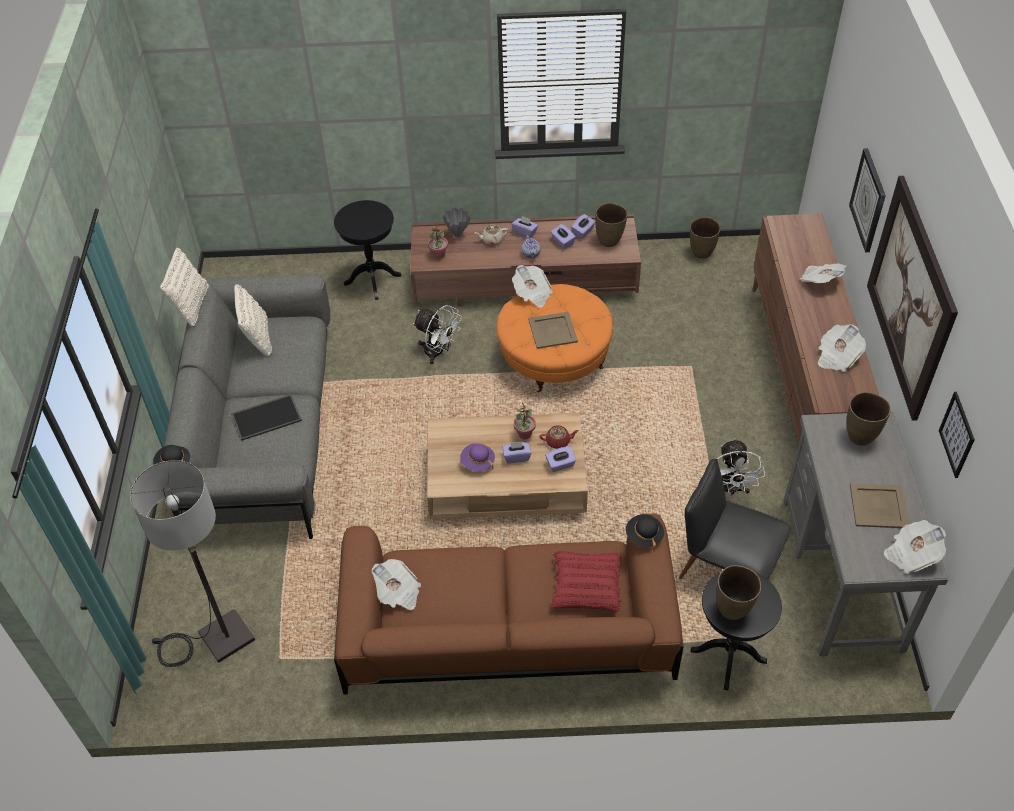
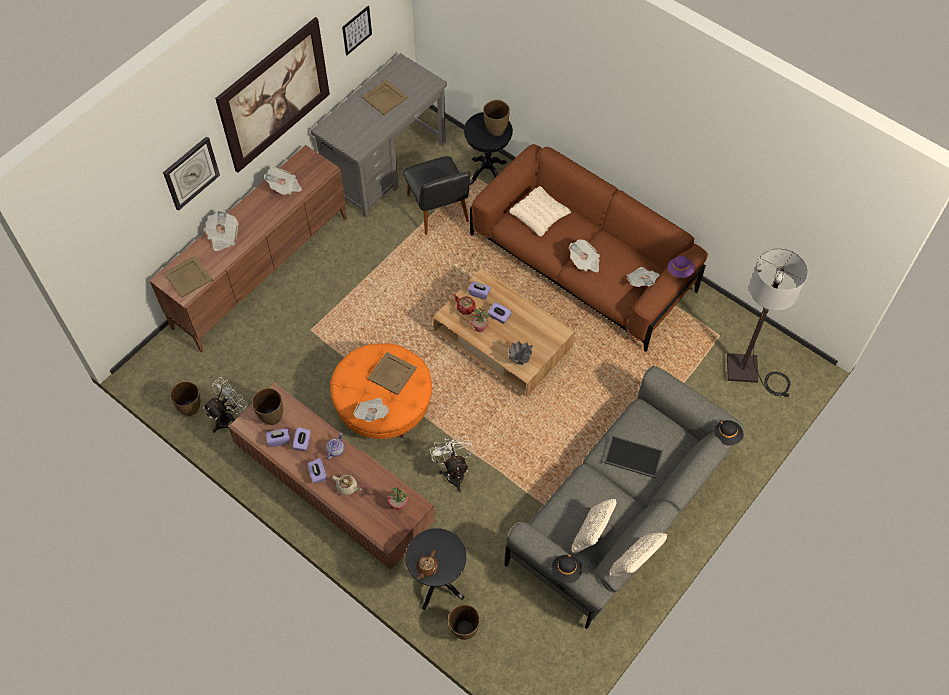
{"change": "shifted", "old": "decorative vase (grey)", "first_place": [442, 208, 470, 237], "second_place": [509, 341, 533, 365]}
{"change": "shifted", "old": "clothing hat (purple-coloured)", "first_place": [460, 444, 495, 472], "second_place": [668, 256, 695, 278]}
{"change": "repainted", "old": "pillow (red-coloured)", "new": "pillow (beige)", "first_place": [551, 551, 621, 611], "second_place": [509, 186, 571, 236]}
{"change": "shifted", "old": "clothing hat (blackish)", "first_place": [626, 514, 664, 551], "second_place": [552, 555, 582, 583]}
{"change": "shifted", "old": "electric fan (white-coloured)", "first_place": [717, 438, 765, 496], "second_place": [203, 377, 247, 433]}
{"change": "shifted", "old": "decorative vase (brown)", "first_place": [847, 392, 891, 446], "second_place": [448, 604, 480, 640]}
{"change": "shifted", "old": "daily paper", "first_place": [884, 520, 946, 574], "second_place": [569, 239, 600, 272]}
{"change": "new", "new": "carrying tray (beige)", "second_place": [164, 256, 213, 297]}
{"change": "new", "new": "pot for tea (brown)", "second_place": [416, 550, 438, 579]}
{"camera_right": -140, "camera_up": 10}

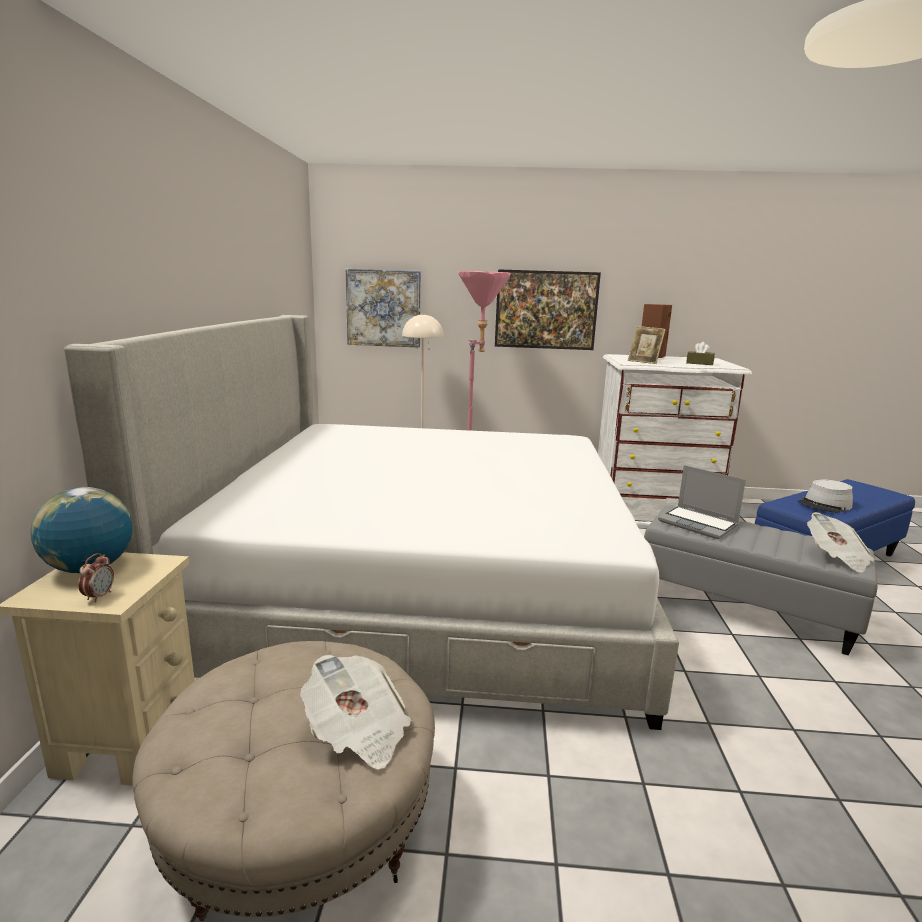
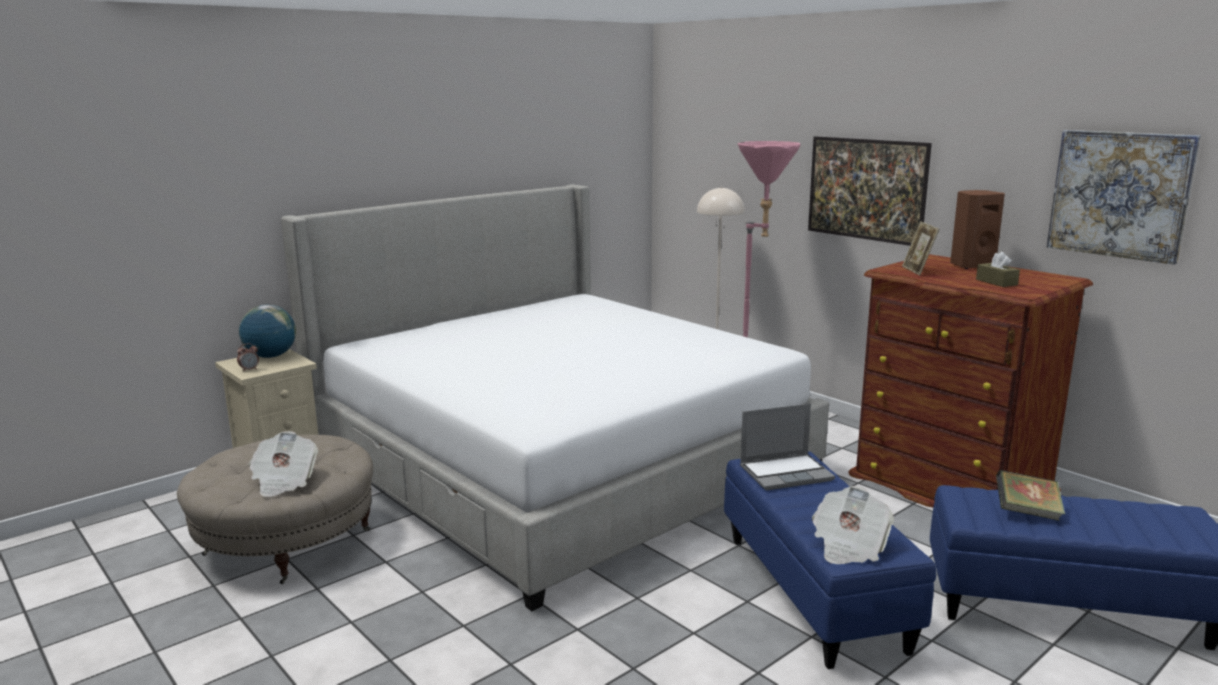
{"change": "shifted", "old": "wall picture", "first_place": [346, 269, 421, 347], "second_place": [1047, 130, 1201, 265]}
{"change": "repainted", "old": "drawer chest (white-coloured)", "new": "drawer chest (brown)", "first_place": [598, 354, 752, 526], "second_place": [848, 254, 1093, 507]}
{"change": "repainted", "old": "ottoman (grey)", "new": "ottoman (bluish)", "first_place": [644, 506, 878, 655], "second_place": [724, 452, 936, 669]}
{"change": "rotated", "old": "portable computer", "first_place": [658, 465, 746, 539], "second_place": [740, 403, 835, 491], "degrees": -105}
{"change": "swapped", "old": "clothing hat (grey)", "new": "book", "first_place": [798, 479, 853, 513], "second_place": [996, 470, 1065, 521]}
{"camera_right": 45, "camera_up": 0}

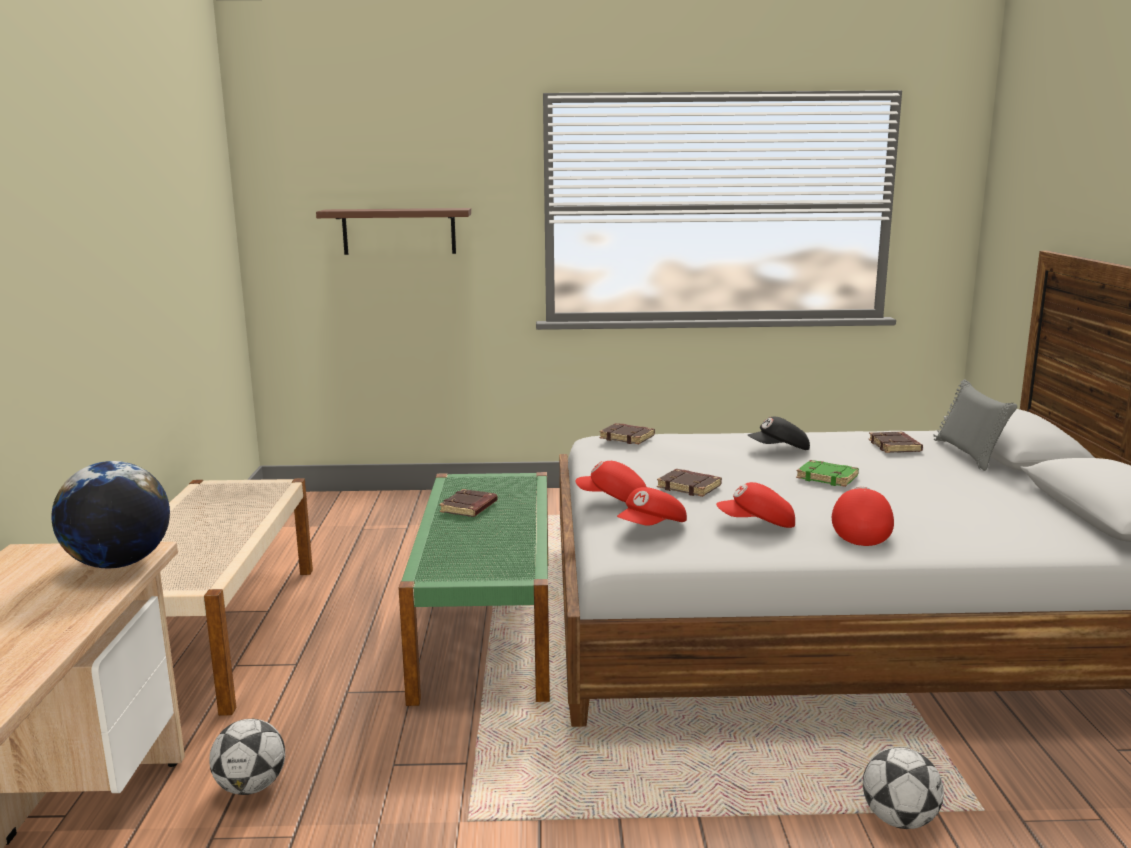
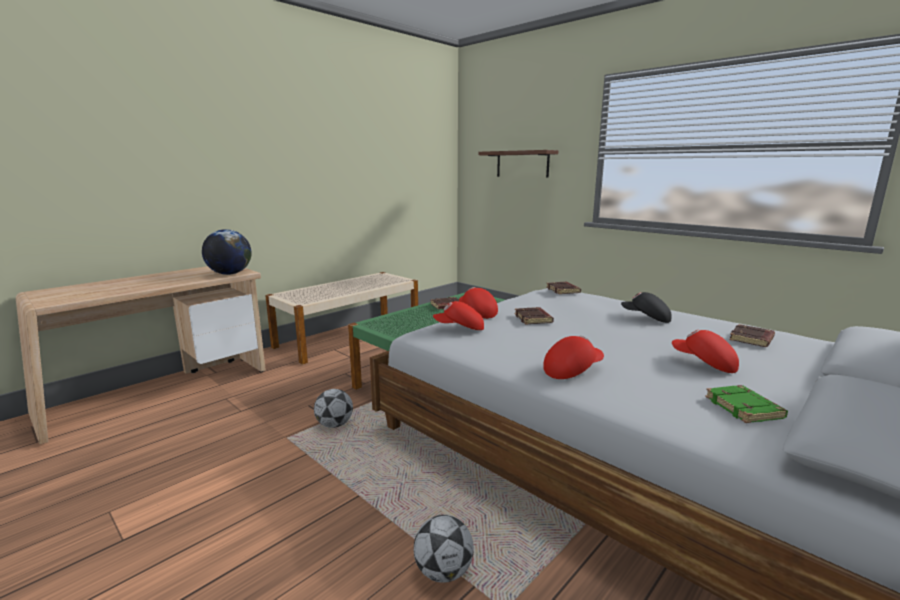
{"change": "shifted", "old": "football", "first_place": [209, 719, 285, 795], "second_place": [314, 389, 353, 428]}
{"change": "shifted", "old": "baseball cap (red-coloured)", "first_place": [716, 482, 795, 528], "second_place": [672, 330, 739, 373]}
{"change": "shifted", "old": "book (green-coloured)", "first_place": [796, 460, 859, 487], "second_place": [705, 385, 788, 423]}
{"change": "gone", "old": "pillow (grey)", "first_place": [933, 379, 1017, 471]}
{"camera_right": 45, "camera_up": 0}

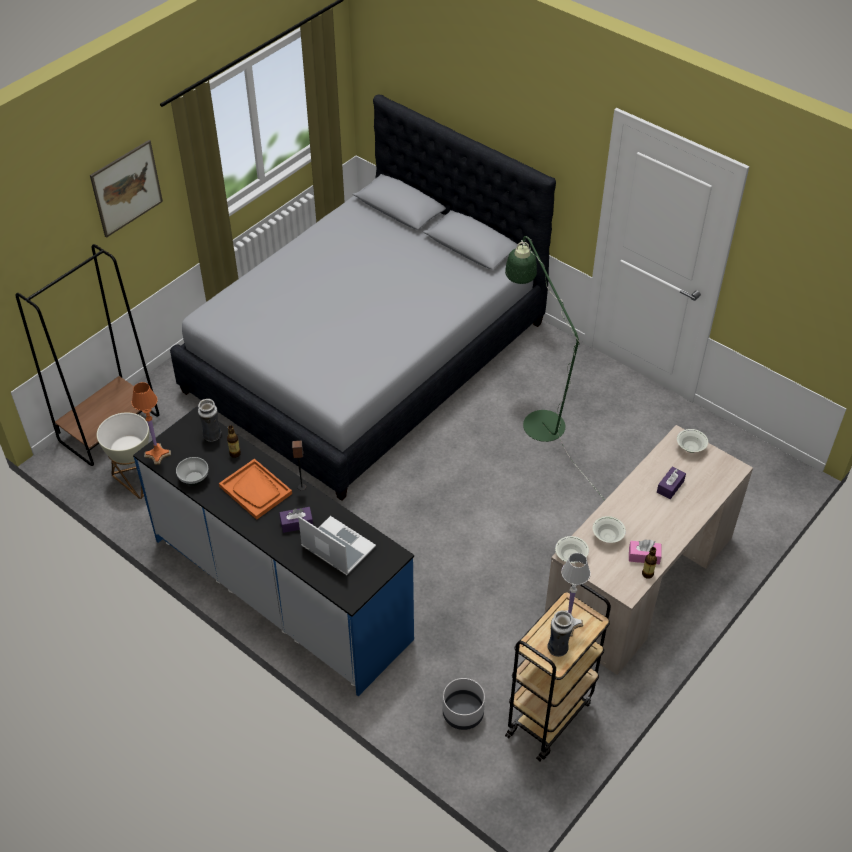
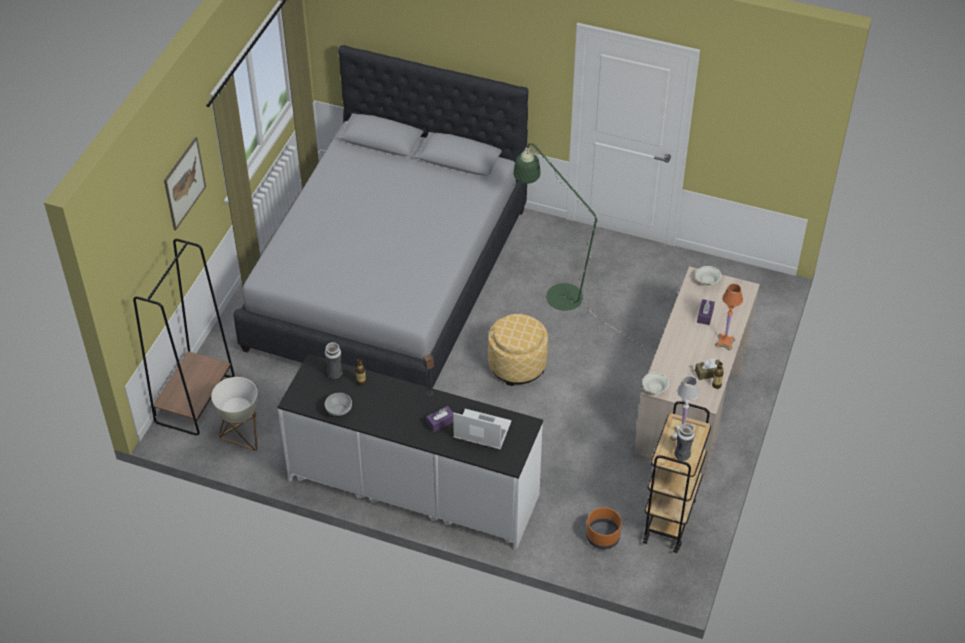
{"change": "shifted", "old": "table lamp (orange-coloured)", "first_place": [132, 382, 171, 465], "second_place": [715, 284, 743, 350]}
{"change": "repainted", "old": "drawer chest (bluish)", "new": "drawer chest (white-coloured)", "first_place": [133, 407, 414, 696], "second_place": [277, 354, 543, 550]}
{"change": "gone", "old": "carrying tray (orange-coloured)", "first_place": [219, 459, 292, 520]}
{"change": "repainted", "old": "flower pot (grey)", "new": "flower pot (orange-coloured)", "first_place": [443, 678, 485, 730], "second_place": [586, 507, 622, 549]}
{"change": "gone", "old": "bowl (white-coloured)", "first_place": [593, 516, 626, 543]}
{"change": "repainted", "old": "tissue box (pink-coloured)", "new": "tissue box (brown)", "first_place": [629, 539, 662, 564], "second_place": [695, 358, 723, 380]}
{"change": "new", "new": "ottoman", "second_place": [488, 314, 548, 386]}
{"camera_right": -20, "camera_up": 0}

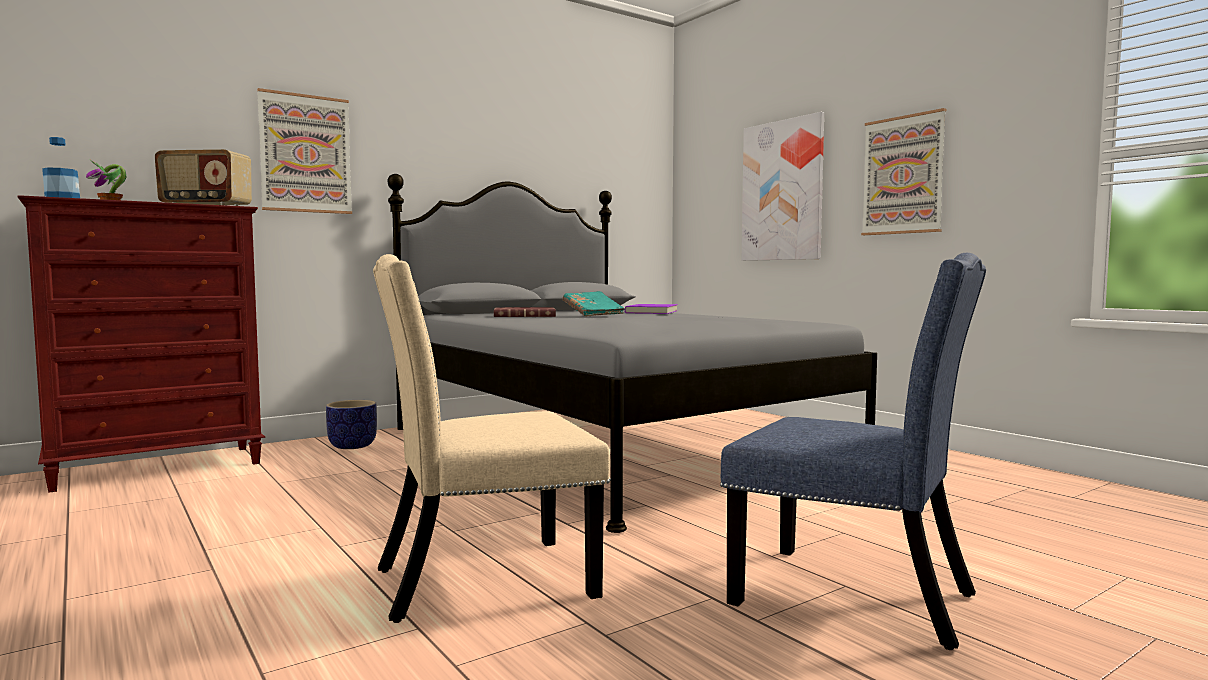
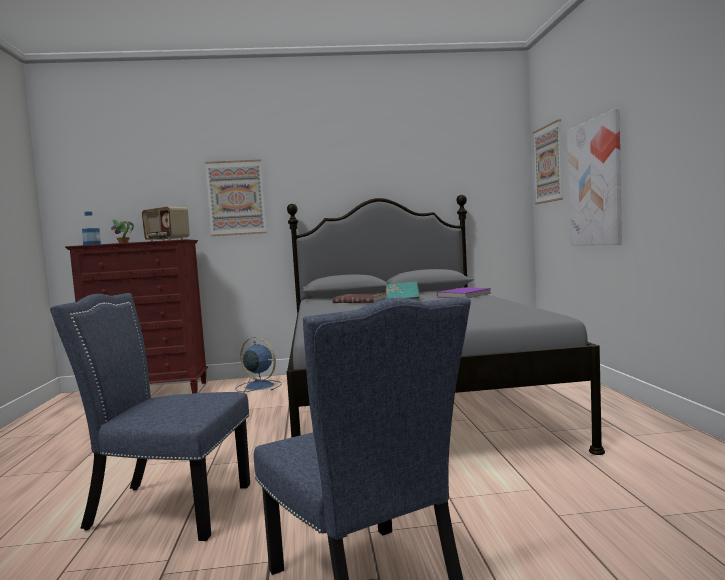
{"change": "swapped", "old": "flower pot", "new": "electric fan (bluish)", "first_place": [326, 400, 377, 449], "second_place": [236, 337, 282, 392]}
{"change": "repainted", "old": "chair (beige)", "new": "chair (bluish)", "first_place": [373, 254, 611, 623], "second_place": [50, 293, 250, 541]}
{"change": "shifted", "old": "wall picture", "first_place": [861, 108, 946, 235], "second_place": [533, 119, 563, 204]}
{"camera_right": 30, "camera_up": 0}

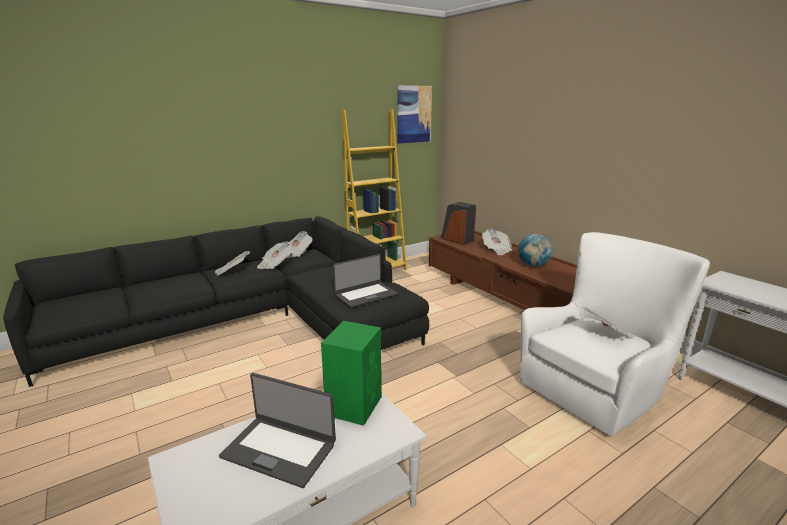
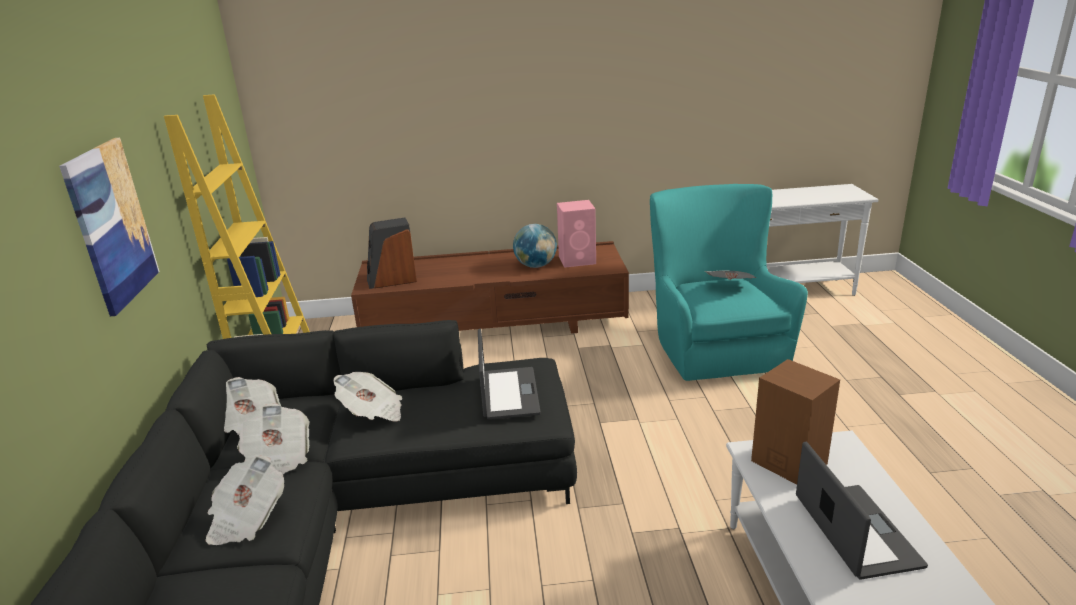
{"change": "rotated", "old": "portable computer", "first_place": [219, 373, 336, 488], "second_place": [796, 442, 928, 580], "degrees": -60}
{"change": "repainted", "old": "audio speaker (green-coloured)", "new": "audio speaker (brown)", "first_place": [321, 321, 382, 426], "second_place": [751, 359, 840, 484]}
{"change": "shifted", "old": "wall picture", "first_place": [397, 85, 432, 144], "second_place": [59, 138, 160, 316]}
{"change": "shifted", "old": "daily paper", "first_place": [482, 229, 512, 255], "second_place": [333, 372, 402, 422]}
{"change": "repainted", "old": "lounge chair (white-coloured)", "new": "lounge chair (turquoise-coloured)", "first_place": [520, 232, 710, 436], "second_place": [650, 184, 808, 381]}
{"change": "new", "new": "audio speaker (pink-coloured)", "second_place": [557, 200, 596, 268]}
{"camera_right": -60, "camera_up": 5}

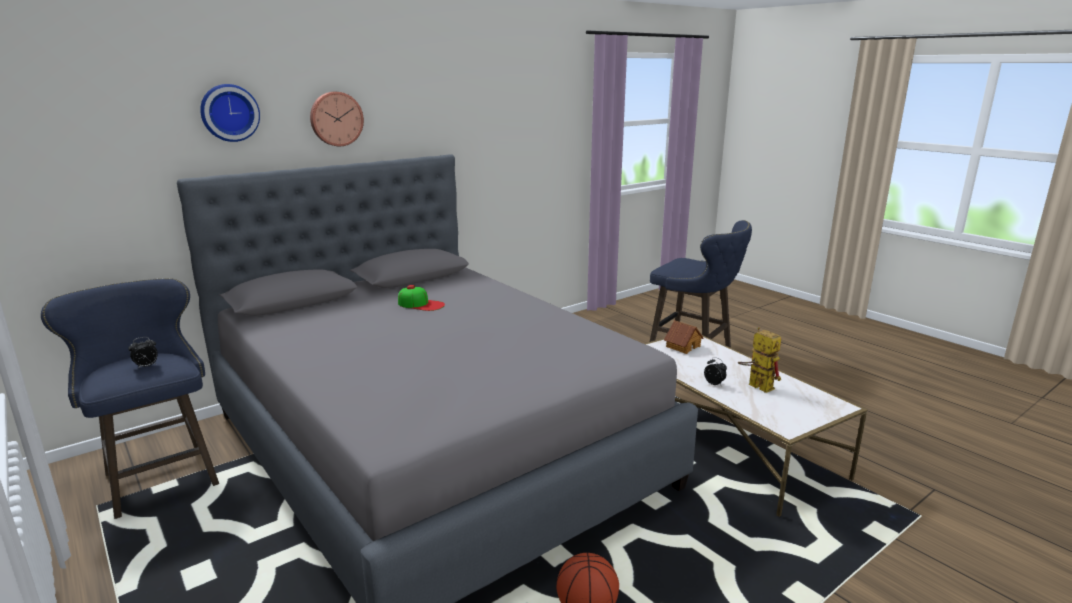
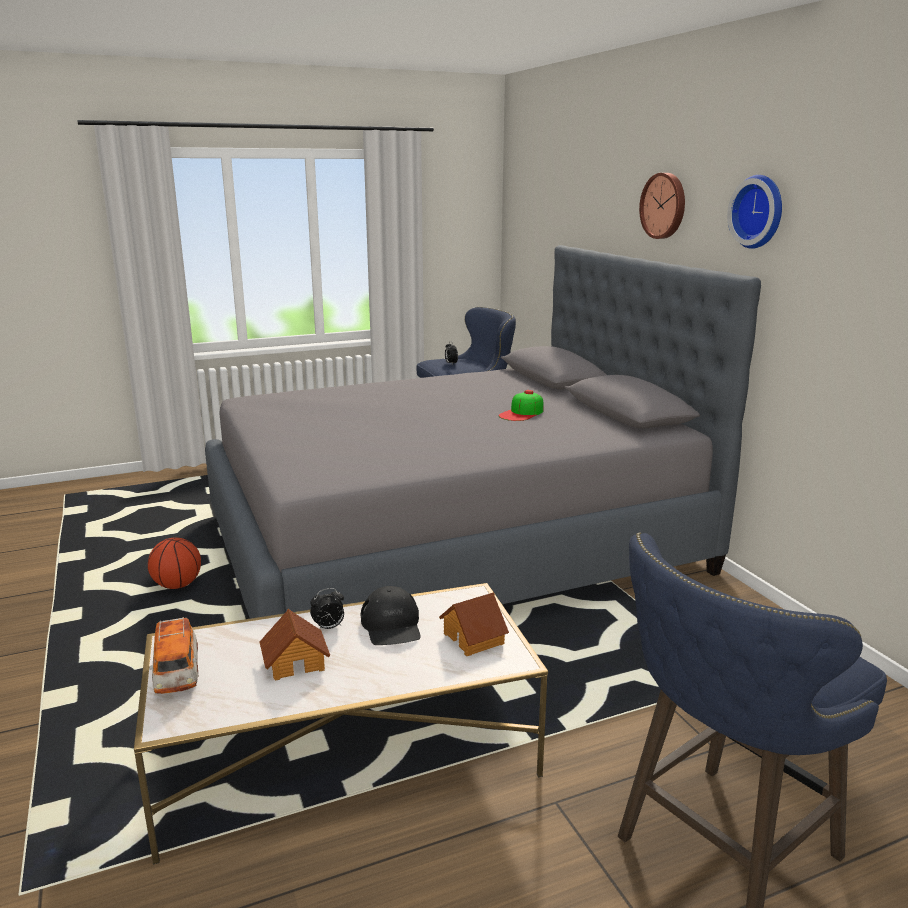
{"change": "shifted", "old": "wall clock", "first_place": [200, 84, 260, 142], "second_place": [727, 175, 782, 249]}
{"change": "swapped", "old": "robot figure", "new": "miniature house", "first_place": [738, 327, 781, 393], "second_place": [260, 609, 330, 681]}
{"change": "new", "new": "miniature car", "second_place": [149, 617, 198, 694]}
{"change": "new", "new": "baseball cap (blackish)", "second_place": [361, 586, 421, 645]}
{"camera_right": 105, "camera_up": 0}

